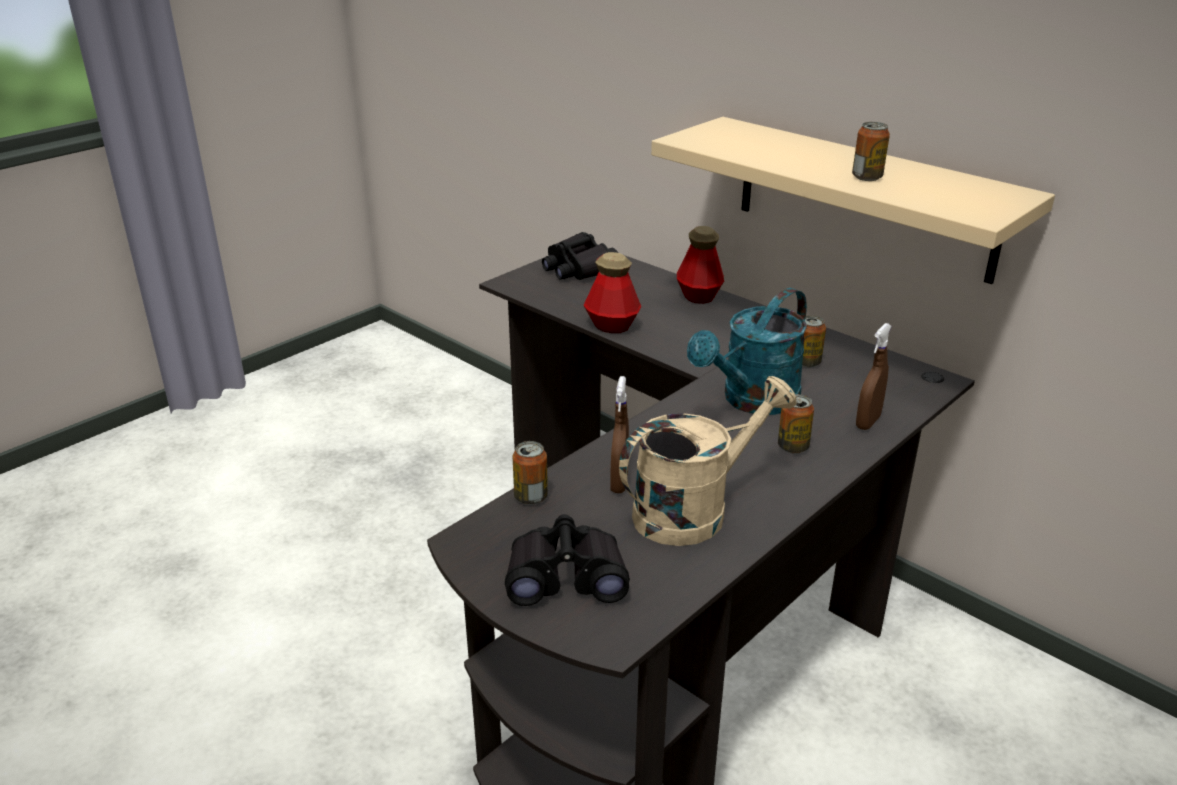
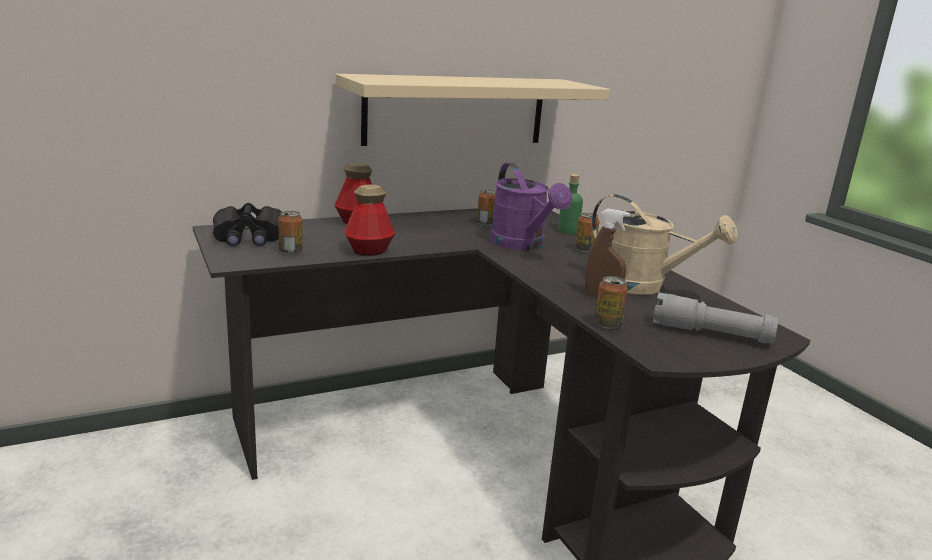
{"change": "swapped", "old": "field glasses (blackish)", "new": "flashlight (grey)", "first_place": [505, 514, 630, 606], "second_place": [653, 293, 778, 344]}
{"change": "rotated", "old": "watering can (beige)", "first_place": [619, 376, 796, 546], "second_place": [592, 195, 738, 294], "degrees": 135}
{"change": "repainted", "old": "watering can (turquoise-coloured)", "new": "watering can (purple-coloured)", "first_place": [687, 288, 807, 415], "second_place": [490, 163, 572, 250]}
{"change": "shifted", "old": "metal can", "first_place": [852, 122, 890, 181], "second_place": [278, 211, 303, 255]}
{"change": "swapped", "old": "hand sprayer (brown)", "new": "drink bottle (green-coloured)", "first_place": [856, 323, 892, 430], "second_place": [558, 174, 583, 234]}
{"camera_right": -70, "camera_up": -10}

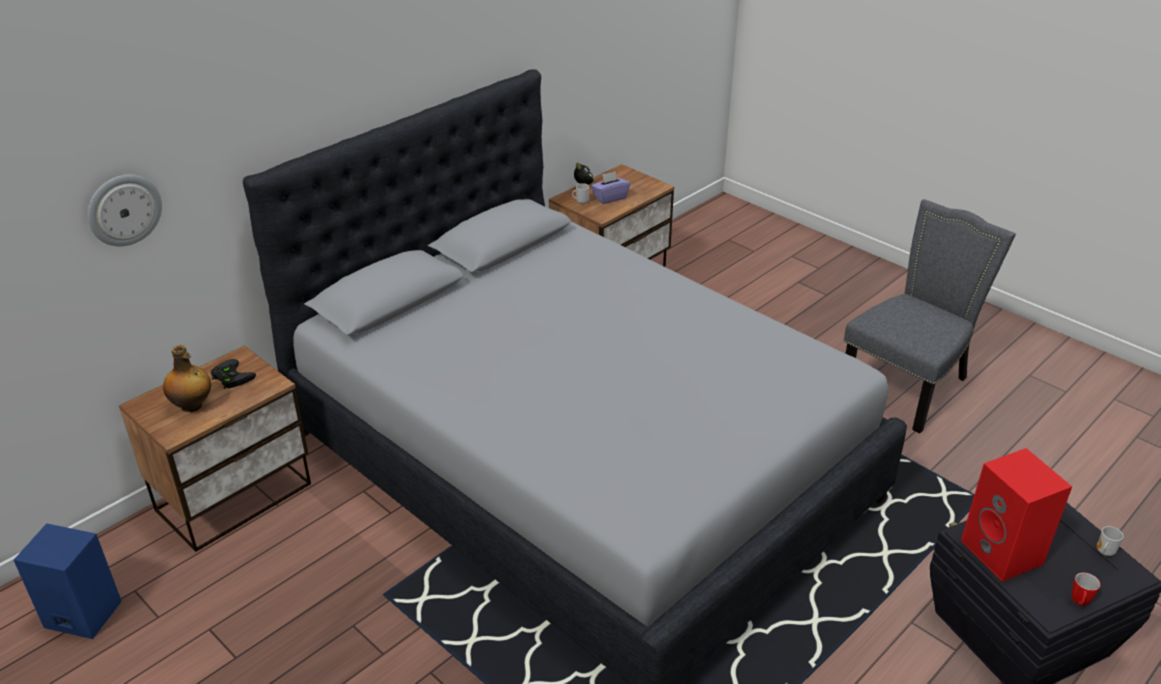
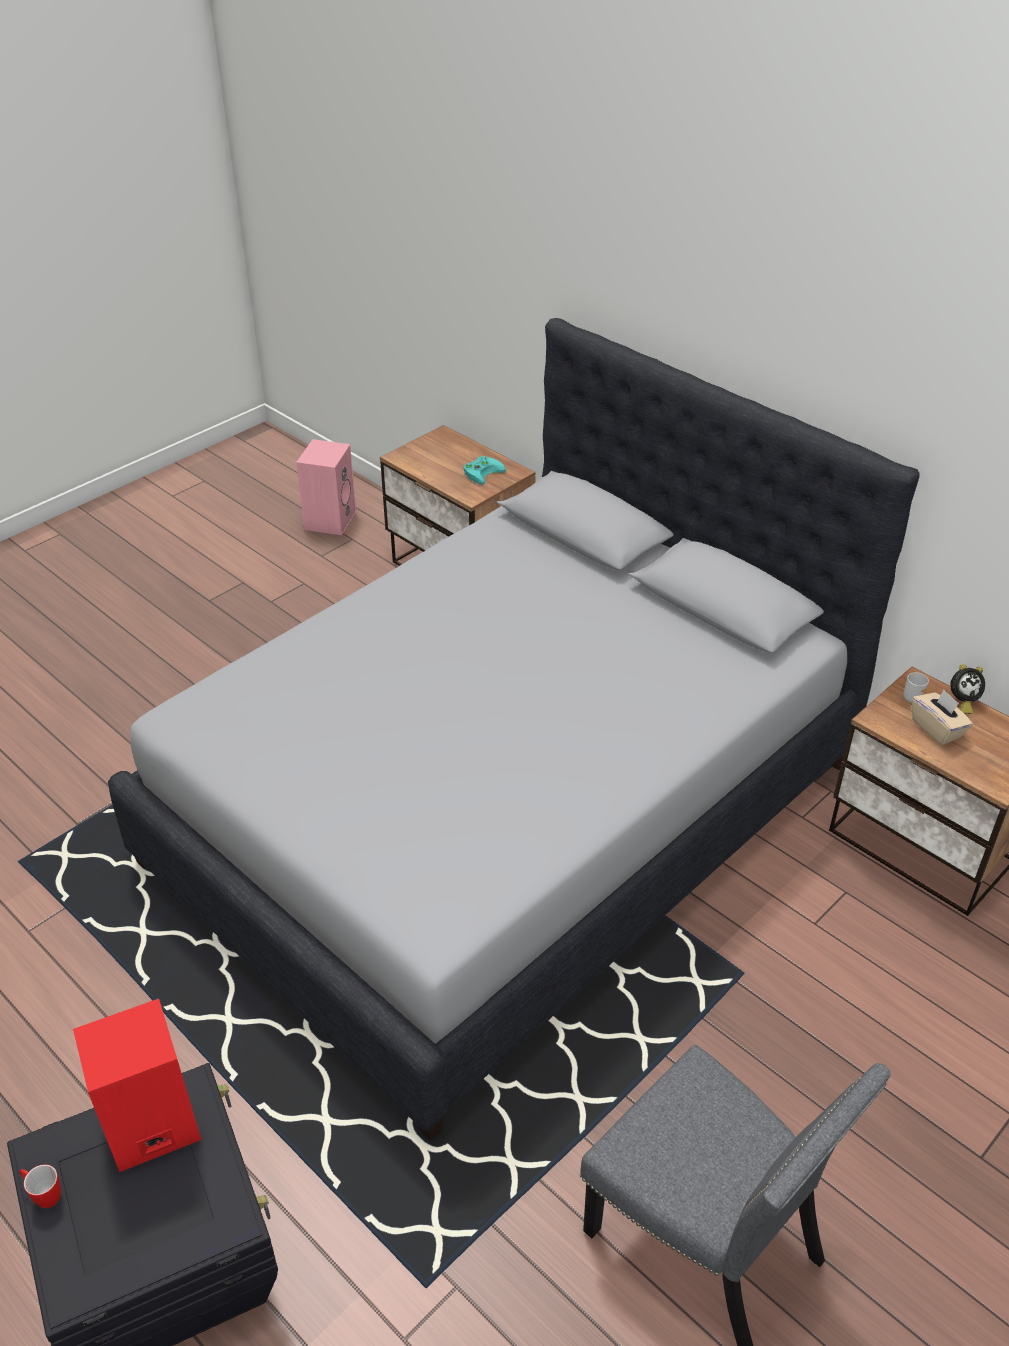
{"change": "repainted", "old": "audio speaker (bluish)", "new": "audio speaker (pink-coloured)", "first_place": [14, 523, 122, 639], "second_place": [296, 439, 356, 535]}
{"change": "gone", "old": "wall clock", "first_place": [87, 175, 162, 246]}
{"change": "gone", "old": "drink bottle", "first_place": [163, 345, 211, 412]}
{"change": "repainted", "old": "gamepad (blackish)", "new": "gamepad (turquoise-coloured)", "first_place": [211, 359, 256, 389], "second_place": [464, 456, 506, 485]}
{"change": "repainted", "old": "tissue box (purple-coloured)", "new": "tissue box (beige)", "first_place": [591, 171, 630, 204], "second_place": [912, 689, 973, 745]}
{"change": "gone", "old": "tea mug", "first_place": [1097, 526, 1124, 556]}
{"camera_right": 90, "camera_up": 5}

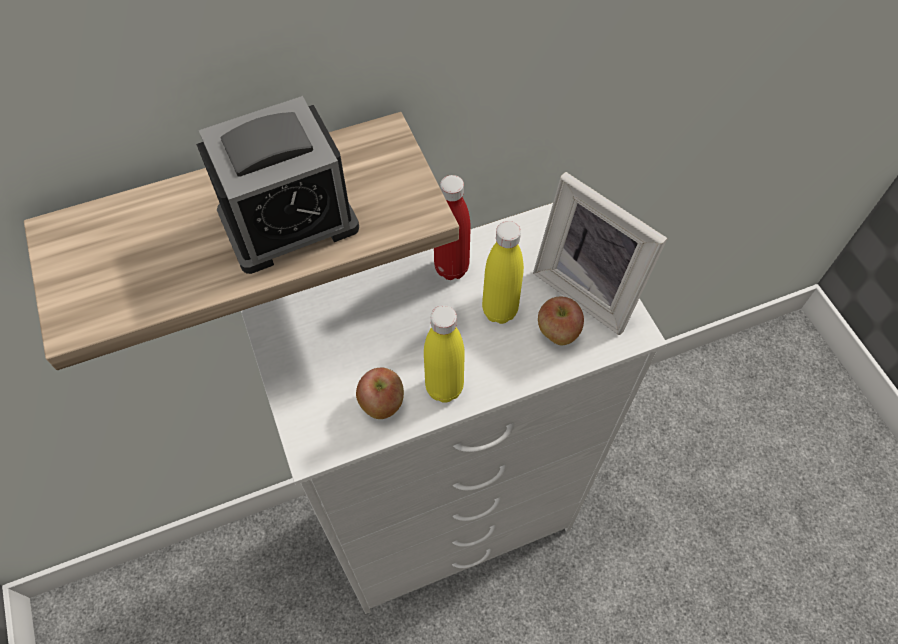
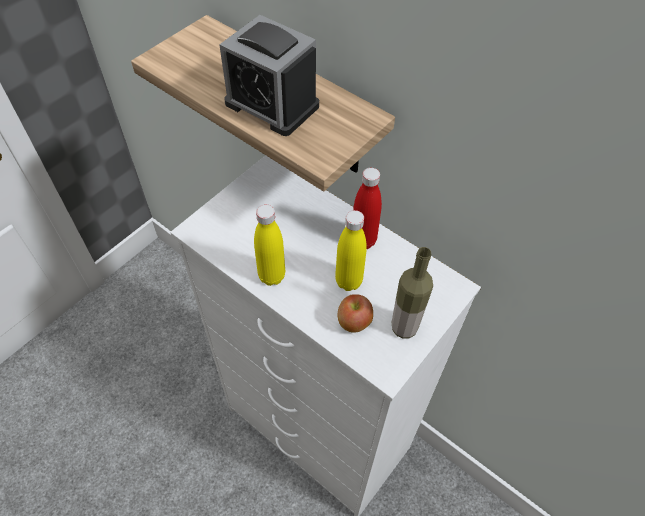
{"change": "gone", "old": "whole apple", "first_place": [356, 368, 404, 419]}
{"change": "swapped", "old": "picture frame", "new": "drink bottle", "first_place": [533, 172, 668, 335], "second_place": [392, 247, 433, 339]}
{"camera_right": 60, "camera_up": -5}

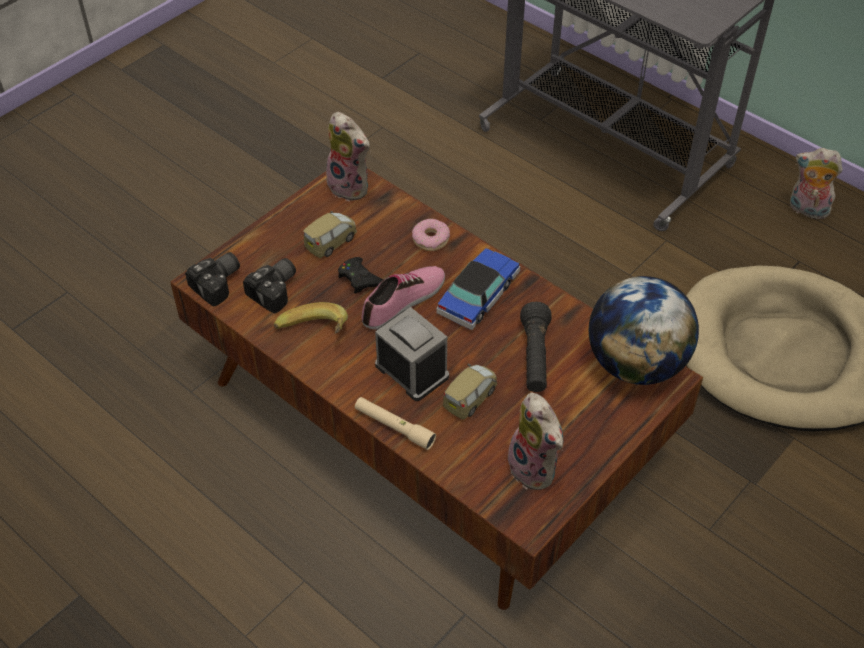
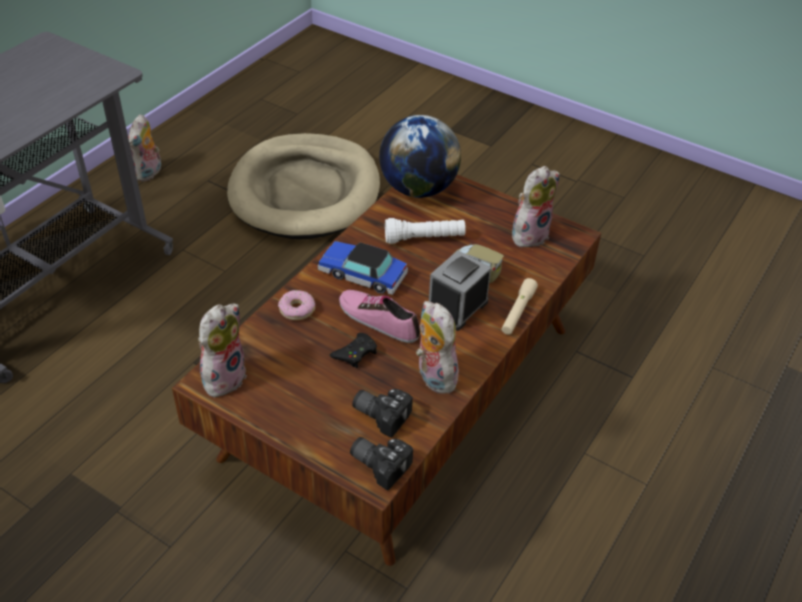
{"change": "swapped", "old": "whole banana", "new": "soft toy", "first_place": [274, 302, 348, 334], "second_place": [416, 301, 459, 394]}
{"change": "gone", "old": "miniature car", "first_place": [303, 211, 357, 258]}
{"change": "repainted", "old": "flashlight (blackish)", "new": "flashlight (white-coloured)", "first_place": [520, 302, 552, 392], "second_place": [385, 218, 466, 244]}
{"camera_right": -100, "camera_up": -5}

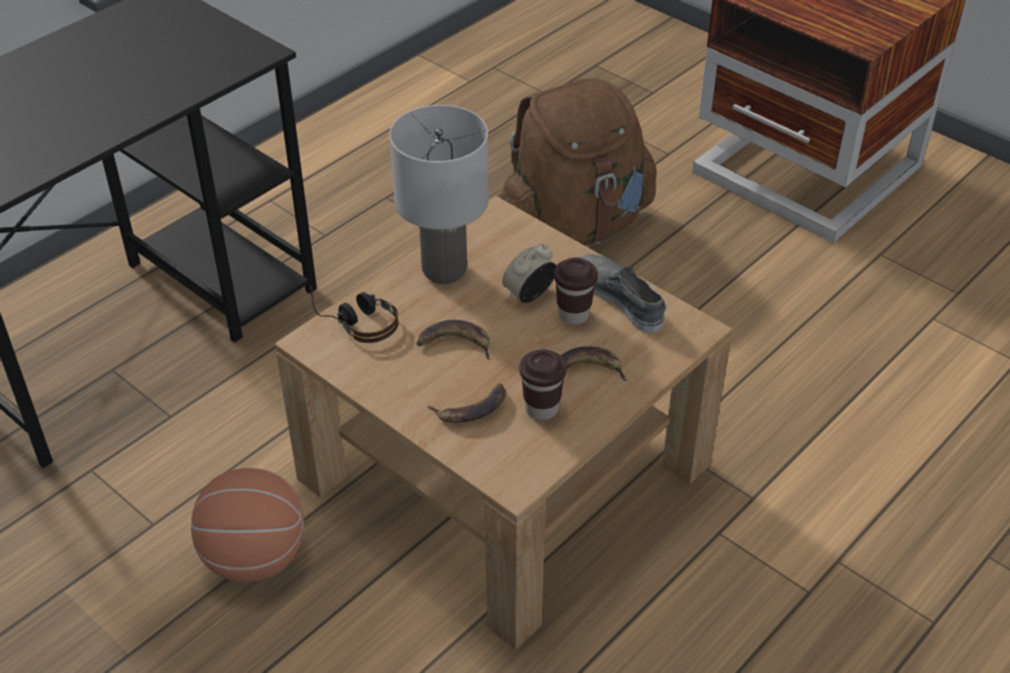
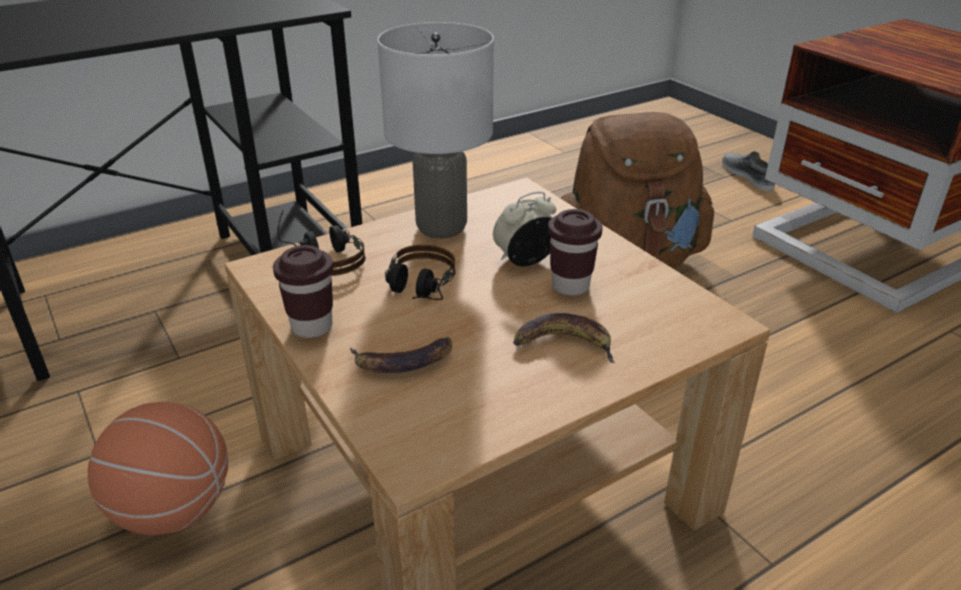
{"change": "swapped", "old": "whole banana", "new": "pair of headphones", "first_place": [416, 320, 490, 360], "second_place": [385, 245, 455, 300]}
{"change": "shifted", "old": "drinking cup (brown)", "first_place": [520, 349, 566, 420], "second_place": [273, 245, 333, 338]}
{"change": "shifted", "old": "shoe (grey)", "first_place": [580, 254, 666, 333], "second_place": [722, 151, 775, 191]}
{"camera_right": 15, "camera_up": -10}

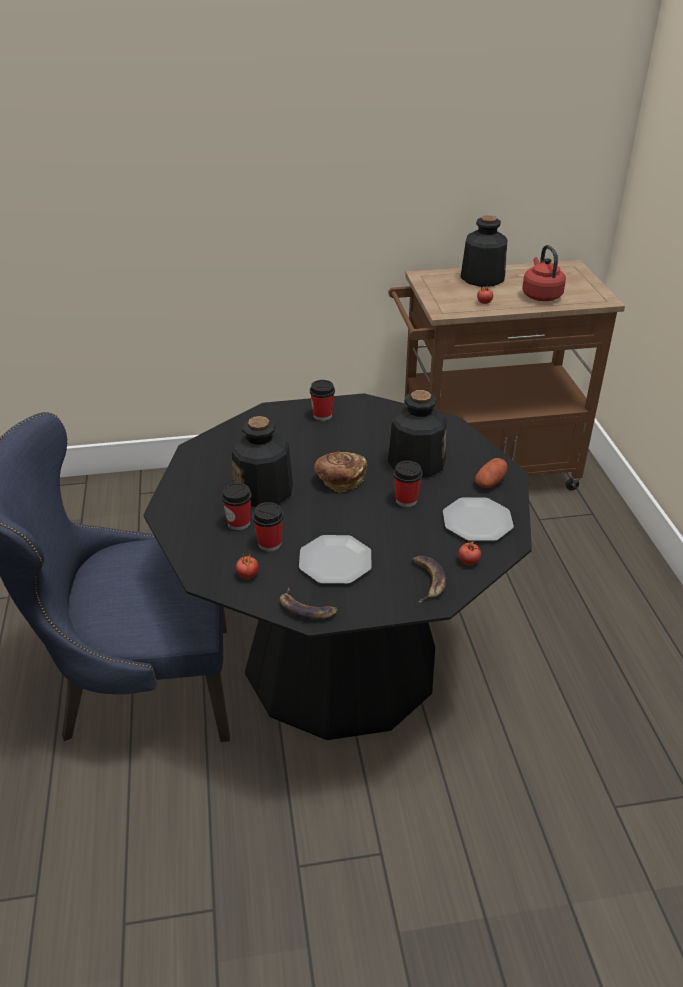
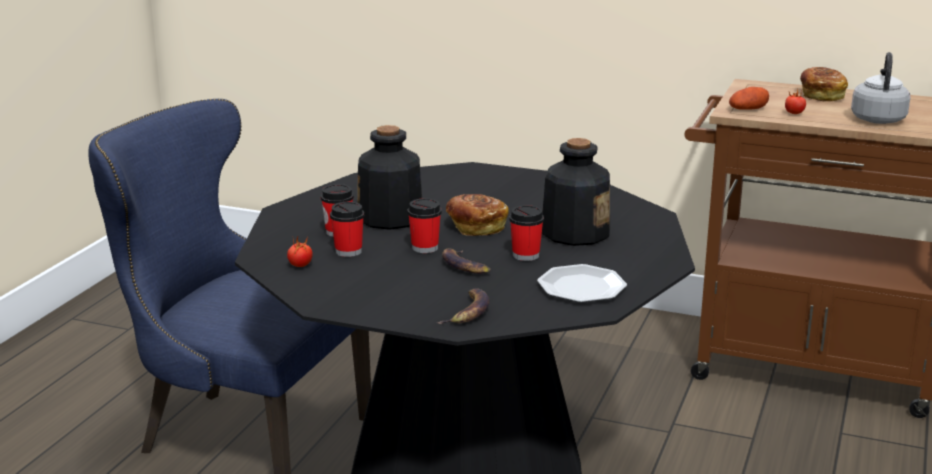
{"change": "shifted", "old": "whole banana", "first_place": [280, 587, 338, 619], "second_place": [442, 248, 491, 274]}
{"change": "gone", "old": "plate", "first_place": [299, 535, 372, 584]}
{"change": "shifted", "old": "drinking cup", "first_place": [310, 380, 335, 421], "second_place": [408, 198, 442, 253]}
{"change": "gone", "old": "fresh tomato", "first_place": [458, 540, 482, 565]}
{"change": "swapped", "old": "drink bottle", "new": "bakery bread", "first_place": [461, 215, 507, 287], "second_place": [800, 67, 848, 102]}
{"change": "shifted", "old": "potato", "first_place": [475, 458, 508, 488], "second_place": [729, 87, 769, 110]}
{"change": "repainted", "old": "tea kettle (red-coloured)", "new": "tea kettle (grey)", "first_place": [522, 245, 566, 301], "second_place": [851, 52, 911, 124]}
{"camera_right": 30, "camera_up": -15}

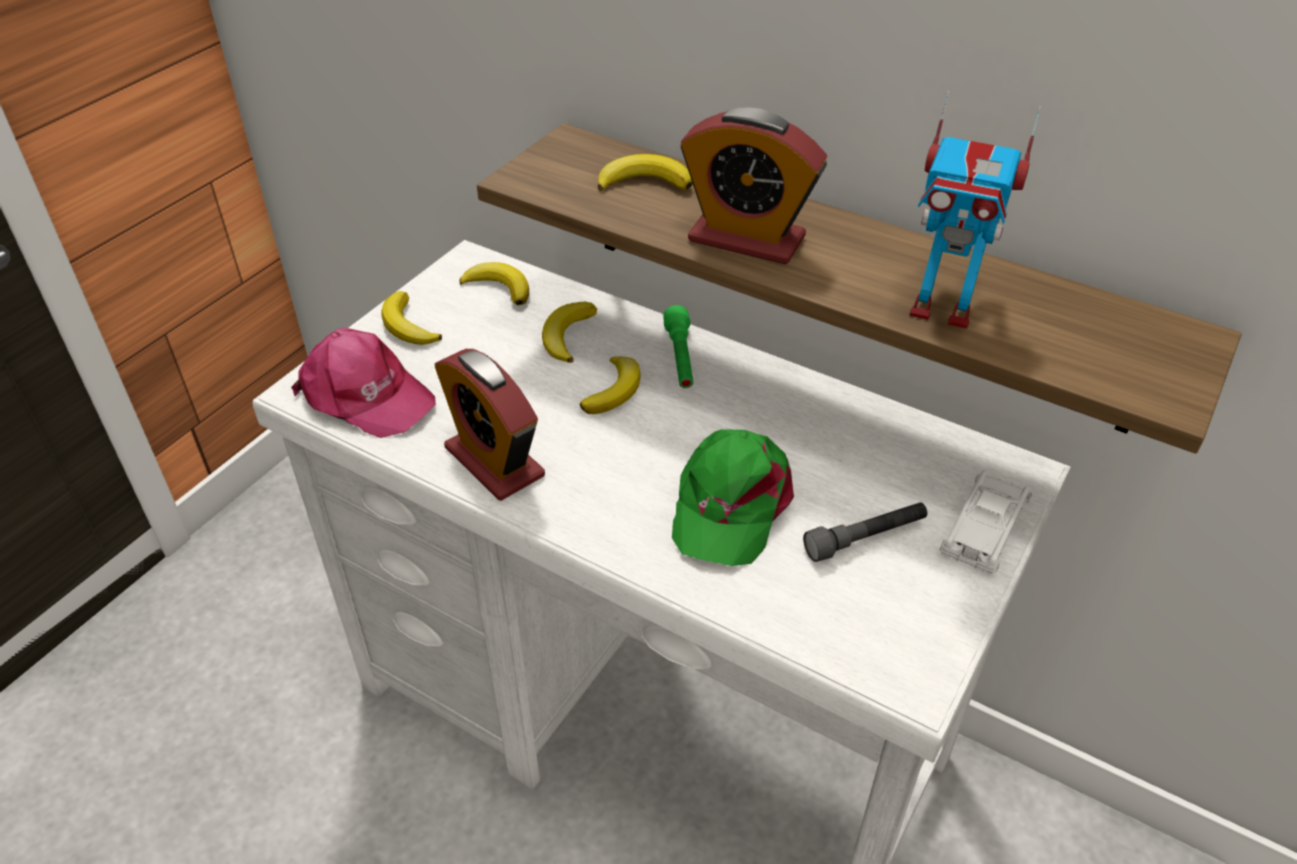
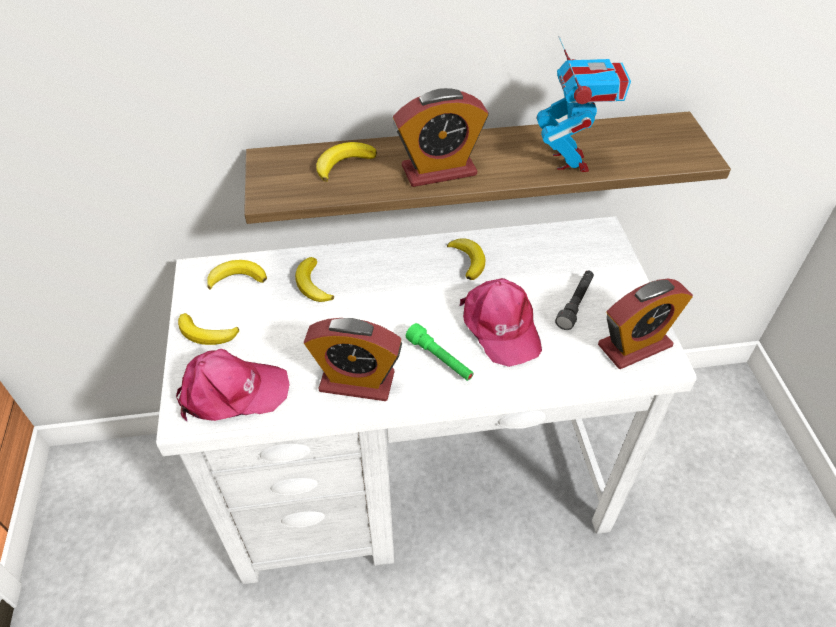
{"change": "shifted", "old": "whole banana", "first_place": [580, 356, 641, 414], "second_place": [447, 238, 485, 280]}
{"change": "shifted", "old": "flashlight (green-coloured)", "first_place": [663, 305, 693, 388], "second_place": [406, 323, 474, 381]}
{"change": "repainted", "old": "baseball cap (green-coloured)", "new": "baseball cap (pink-coloured)", "first_place": [672, 429, 794, 566], "second_place": [460, 278, 542, 367]}
{"change": "rotated", "old": "robot figure", "first_place": [909, 91, 1041, 329], "second_place": [537, 36, 631, 172], "degrees": -75}
{"change": "gone", "old": "miniature car (white-coloured)", "first_place": [940, 470, 1031, 573]}
{"change": "new", "new": "bedside clock", "second_place": [598, 279, 693, 369]}
{"camera_right": -40, "camera_up": 5}

